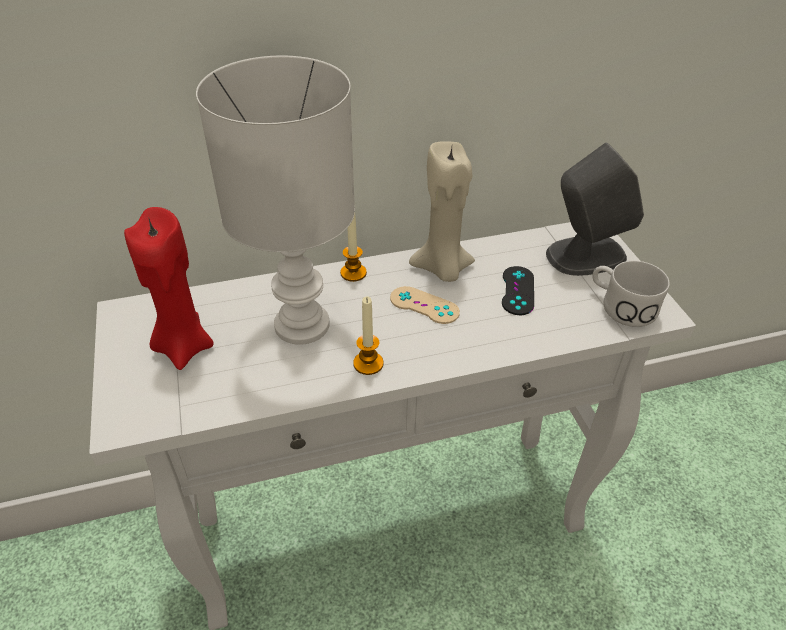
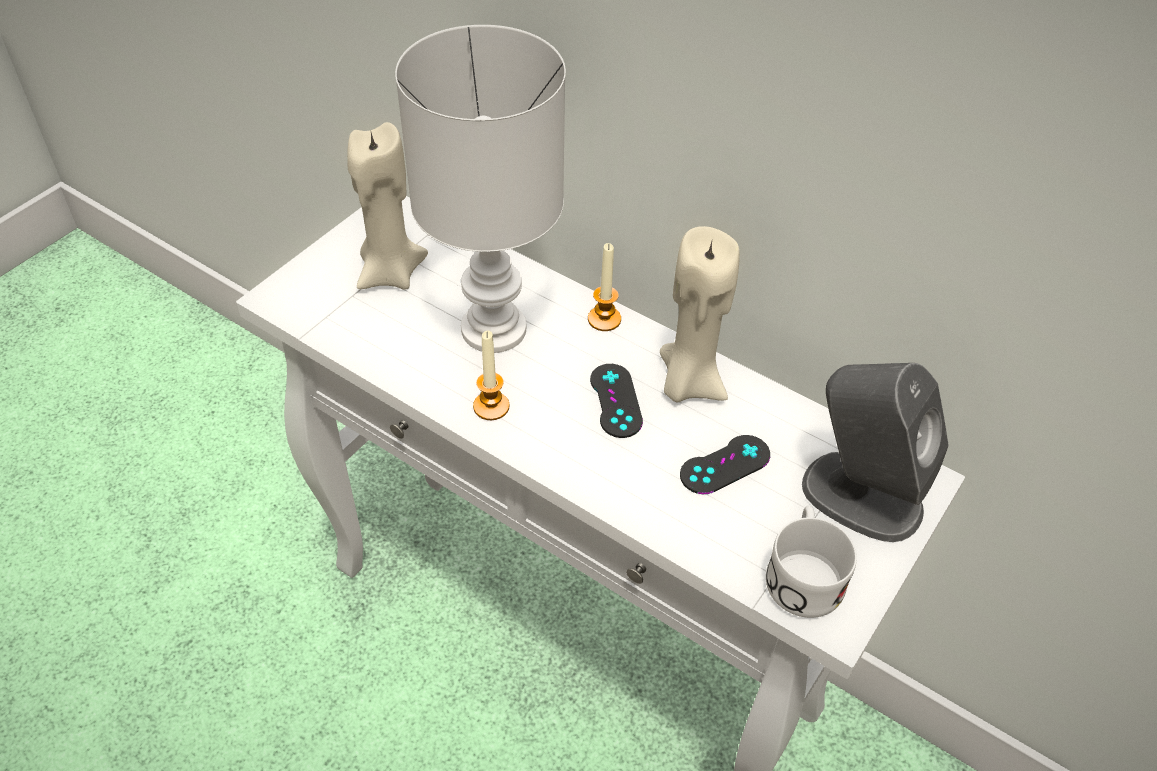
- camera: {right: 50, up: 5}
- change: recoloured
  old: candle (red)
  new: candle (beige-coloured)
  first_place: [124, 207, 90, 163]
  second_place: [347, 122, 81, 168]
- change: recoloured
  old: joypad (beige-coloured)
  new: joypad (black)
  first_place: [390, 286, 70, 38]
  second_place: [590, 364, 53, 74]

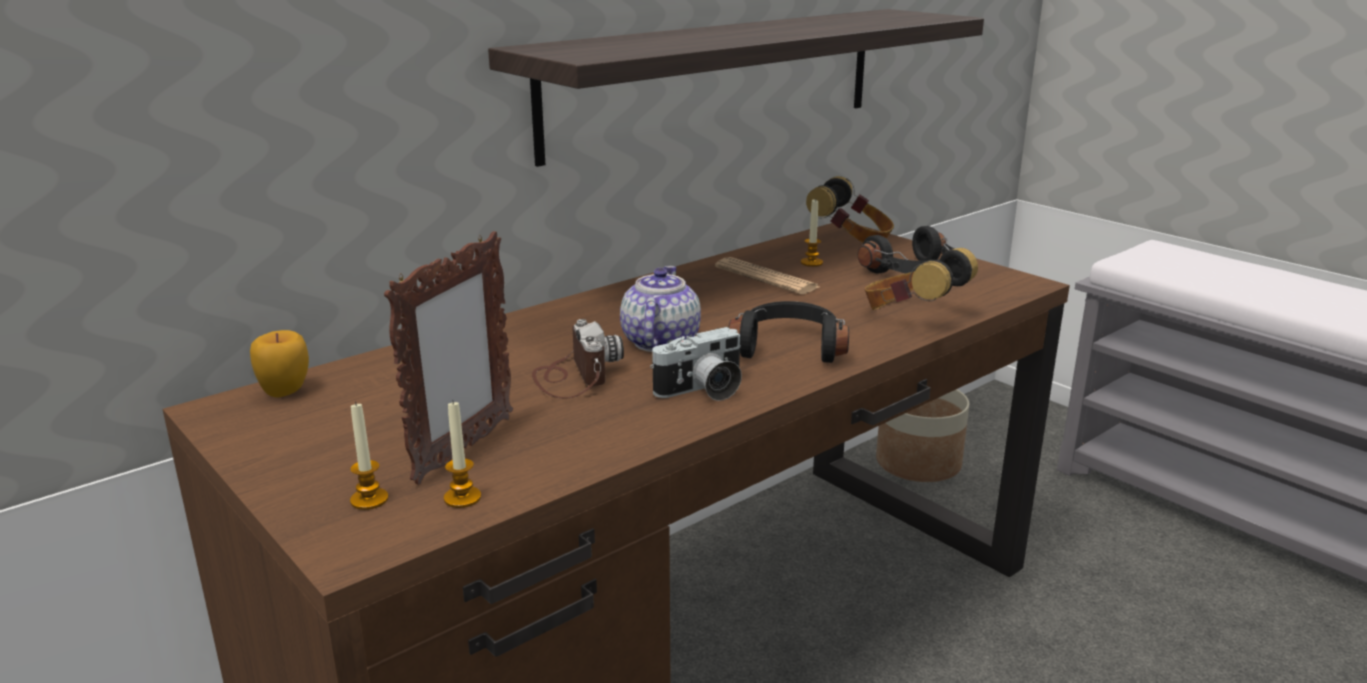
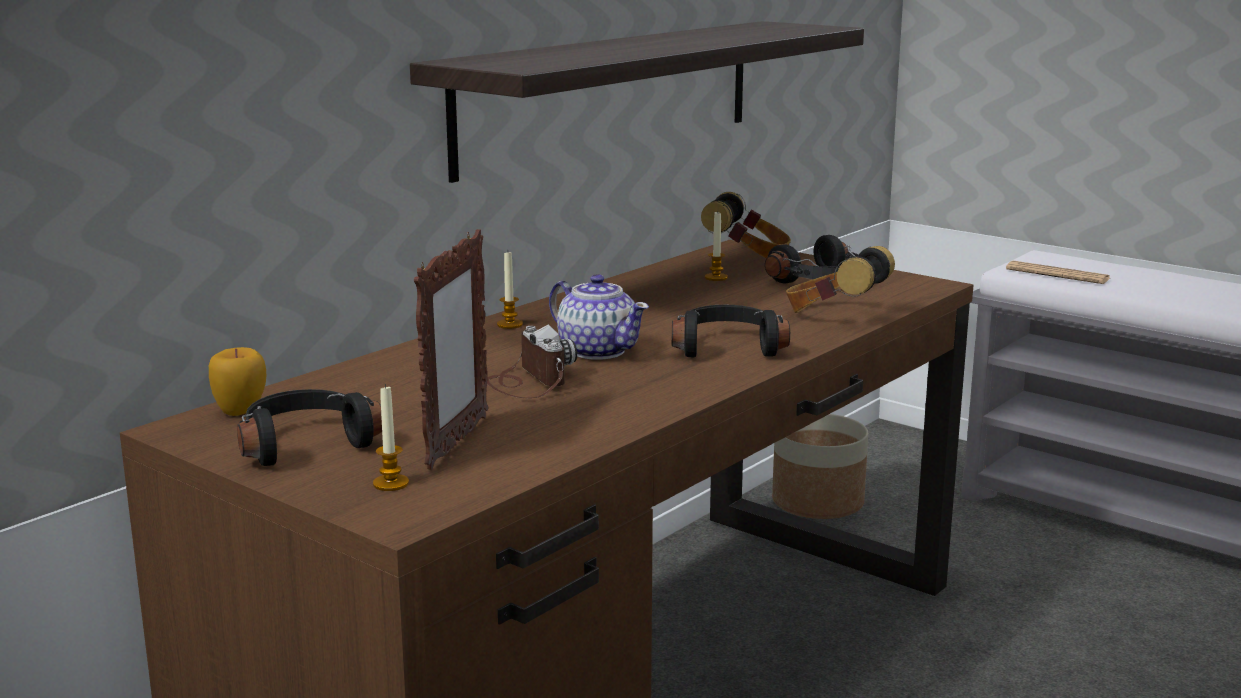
- camera: {right: -10, up: -5}
- change: moved
  old: candle
  first_place: [444, 402, 37, 106]
  second_place: [497, 252, 26, 77]
- change: turned
  old: teapot
  first_place: [620, 266, 81, 86]
  second_place: [549, 274, 100, 86]
  degrees: 135
- change: removed
  old: photo camera
  first_place: [650, 327, 92, 74]
- change: moved
  old: newspaper
  first_place: [715, 257, 104, 37]
  second_place: [1006, 261, 105, 23]
- change: added
  new: headphones (black)
  second_place: [237, 389, 145, 77]

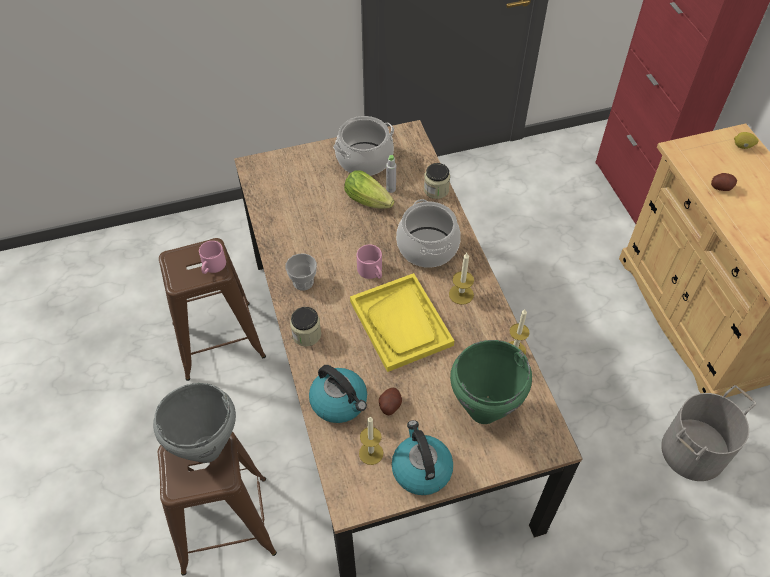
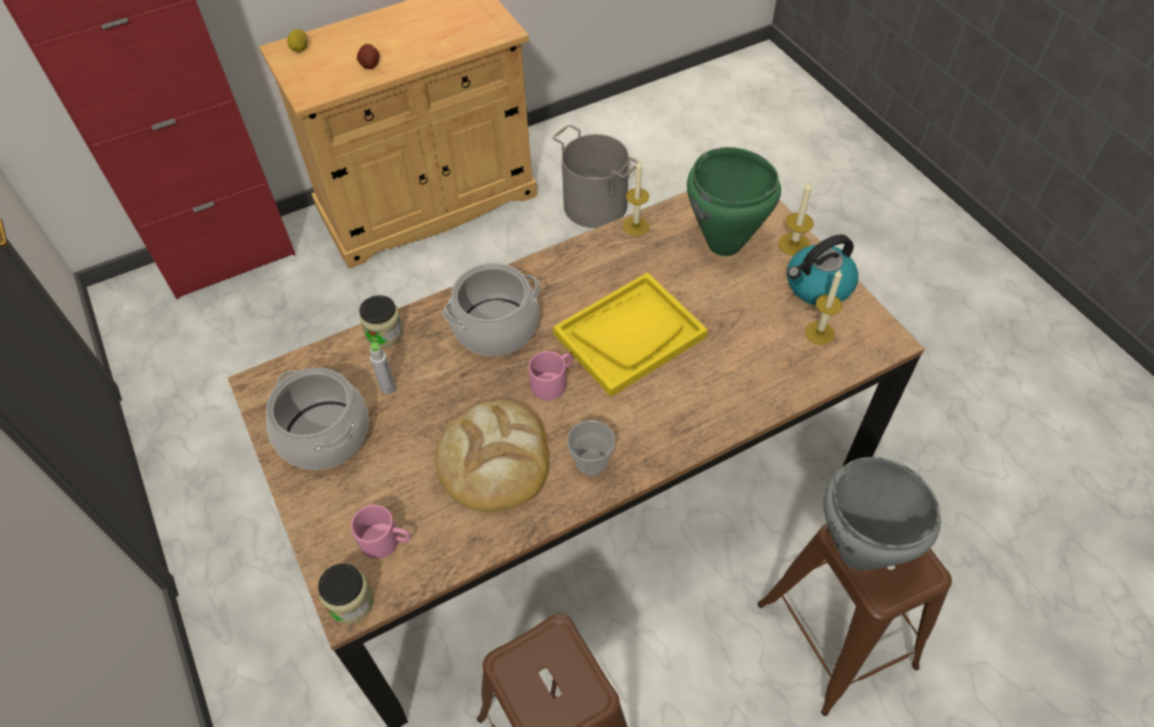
- camera: {right: -100, up: 0}
- change: moved
  old: mug (pink)
  first_place: [199, 241, 27, 33]
  second_place: [351, 505, 60, 54]
- change: moved
  old: storage jar
  first_place: [290, 307, 31, 40]
  second_place: [318, 564, 56, 60]
- change: removed
  old: water kettle
  first_place: [309, 365, 58, 58]
- change: removed
  old: lettuce
  first_place: [344, 171, 50, 38]
- change: removed
  old: whole potato
  first_place: [379, 388, 23, 27]
- change: moved
  old: candle
  first_place: [449, 253, 25, 52]
  second_place: [778, 182, 36, 74]
- change: added
  new: bread
  second_place: [435, 400, 114, 112]

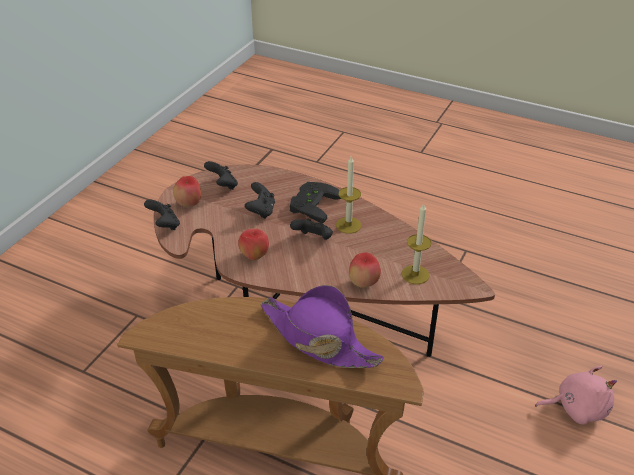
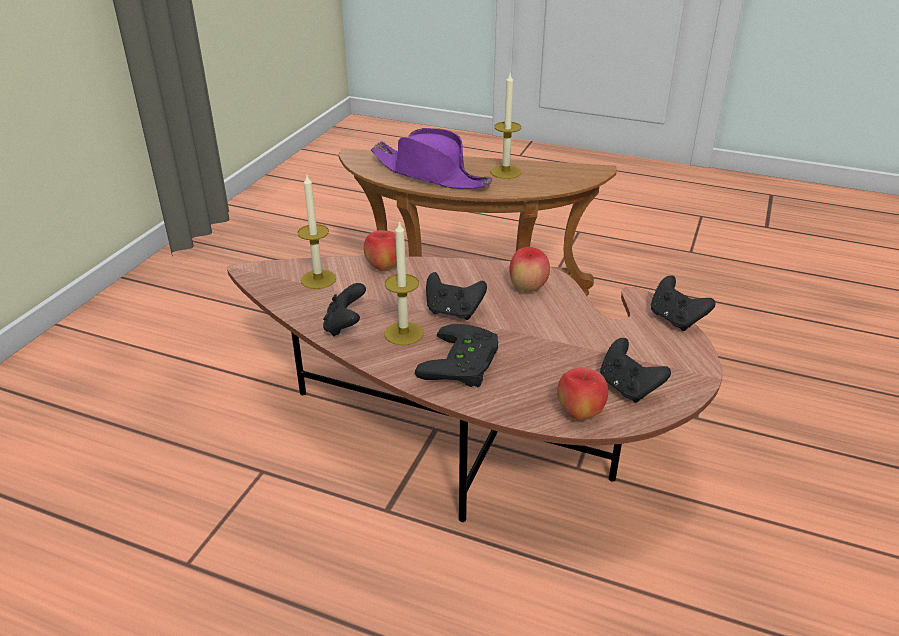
- camera: {right: 175, up: -5}
- change: moved
  old: whole apple
  first_place: [173, 176, 28, 31]
  second_place: [557, 367, 51, 53]
- change: moved
  old: joypad (black)
  first_place: [245, 182, 30, 37]
  second_place: [323, 283, 43, 54]
- change: removed
  old: cuddly toy (pink)
  first_place: [535, 365, 82, 59]
- change: added
  new: candle
  second_place: [491, 73, 30, 106]

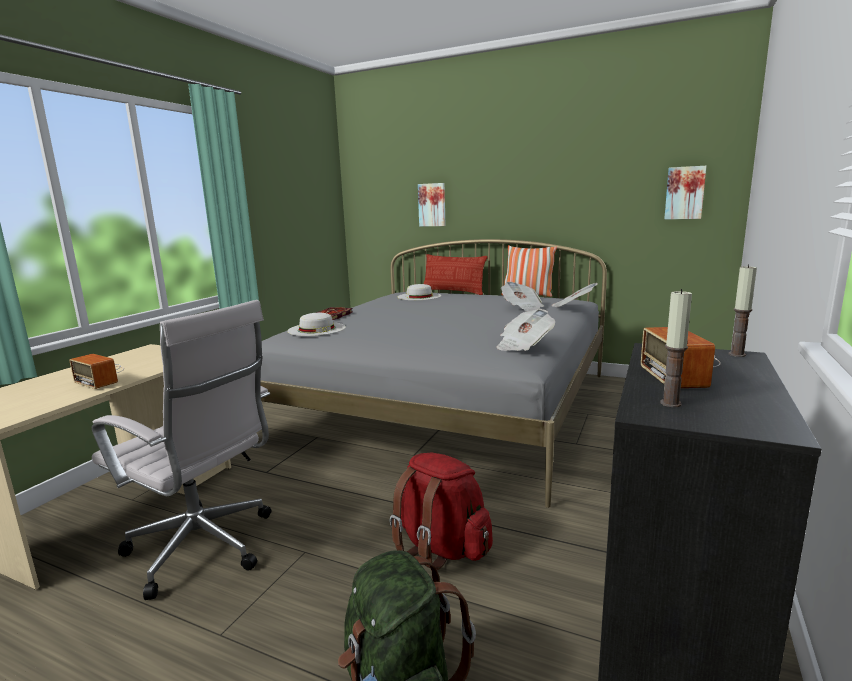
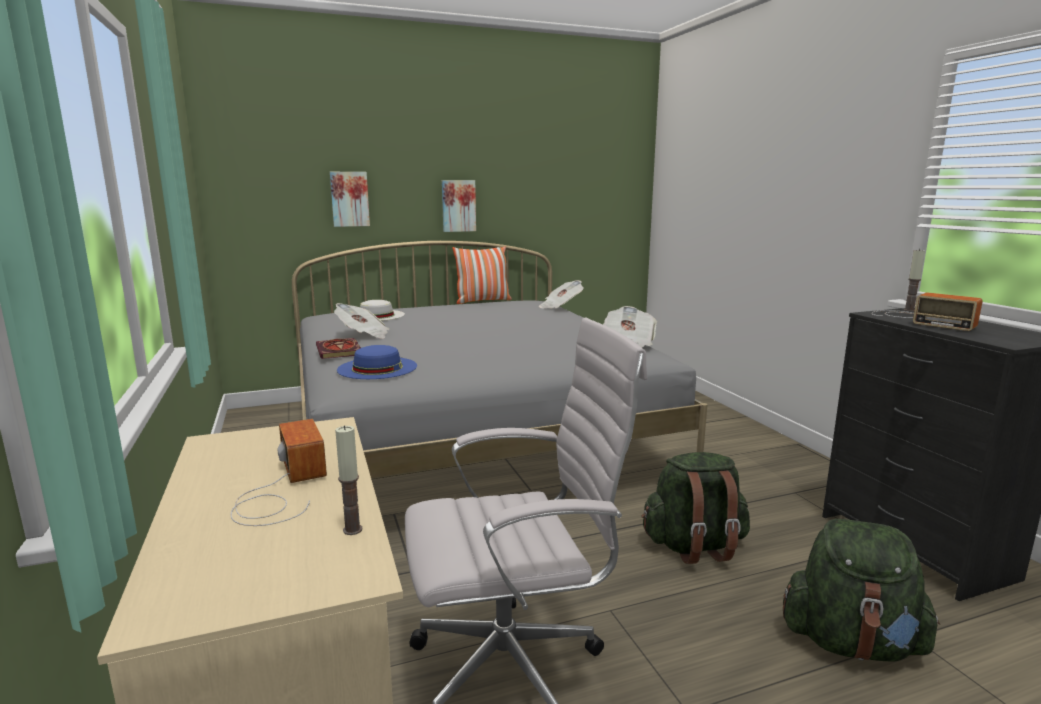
- camera: {right: -45, up: 0}
- change: turned
  old: radio receiver
  first_place: [69, 354, 55, 35]
  second_place: [231, 419, 96, 107]
  degrees: -105
- change: recoloured
  old: wearable hat (whitish)
  new: wearable hat (bluish)
  first_place: [287, 313, 59, 23]
  second_place: [337, 345, 80, 34]
- change: recoloured
  old: backpack (red)
  new: backpack (green-coloured)
  first_place: [389, 453, 104, 117]
  second_place: [641, 452, 109, 112]
- change: removed
  old: throw pillow
  first_place: [424, 254, 64, 41]
- change: moved
  old: newspaper
  first_place: [501, 282, 43, 30]
  second_place: [334, 303, 55, 36]
- change: moved
  old: candle
  first_place: [660, 289, 32, 118]
  second_place: [335, 425, 27, 110]
- change: moved
  old: picture
  first_place: [664, 166, 43, 53]
  second_place: [442, 180, 34, 52]

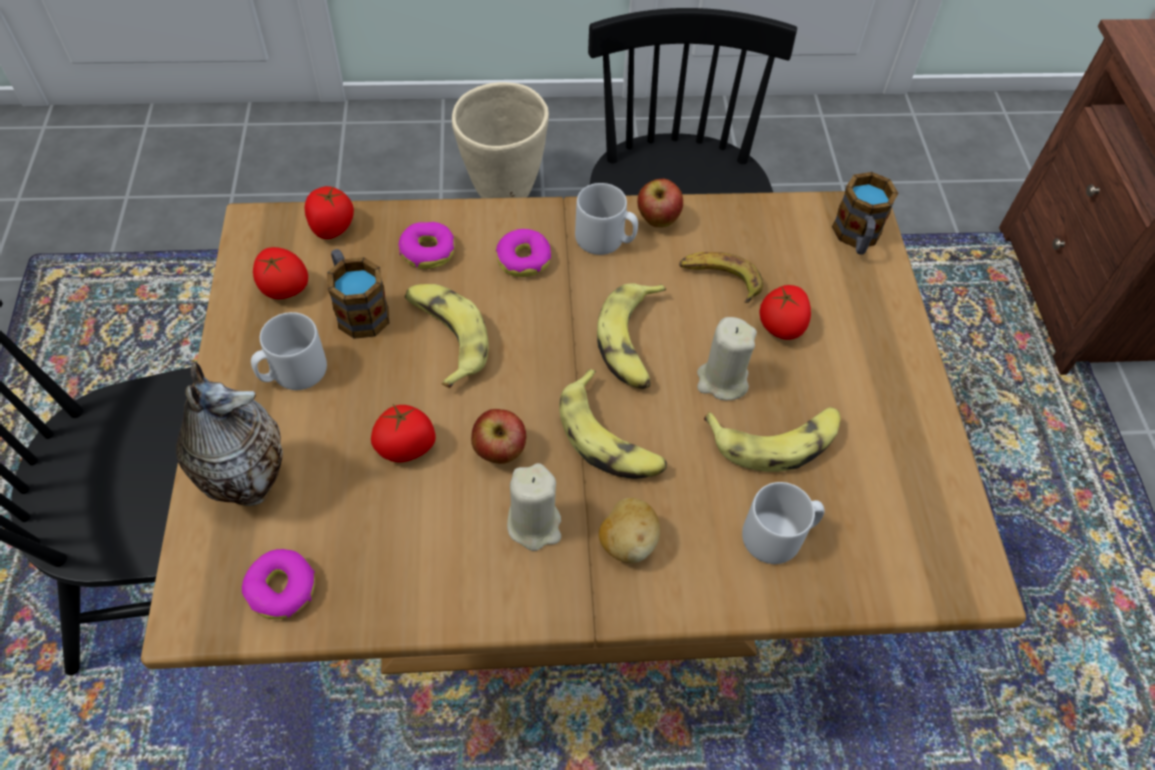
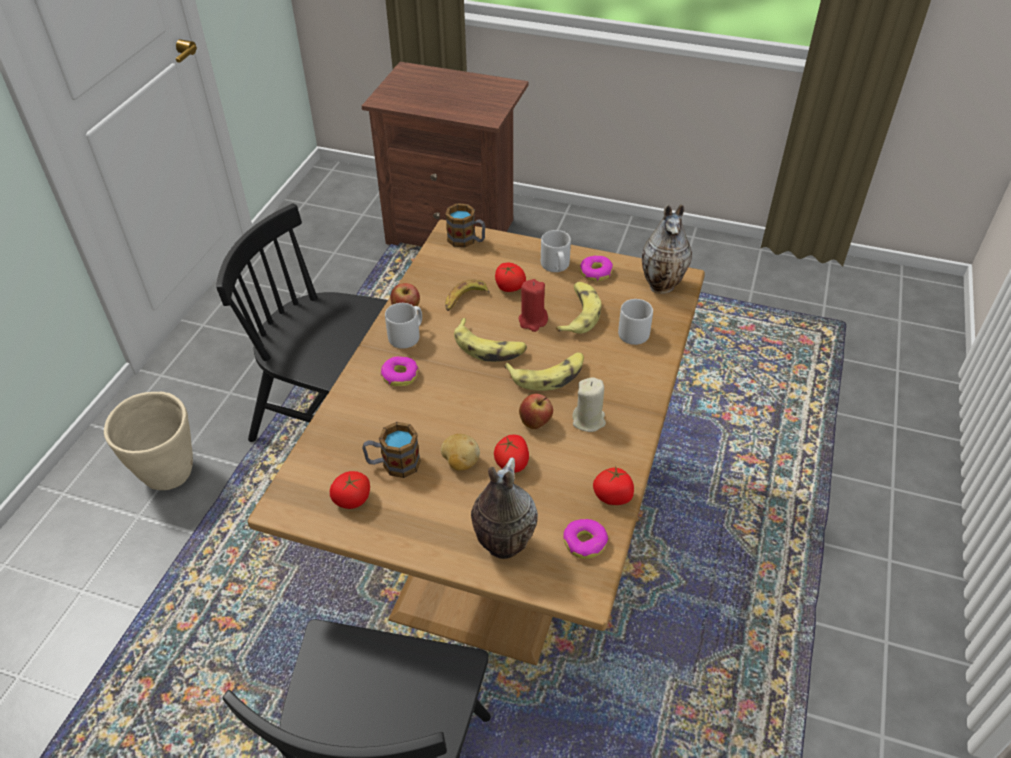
- camera: {right: -65, up: -10}
- change: moved
  old: mug (grey)
  first_place: [251, 312, 76, 78]
  second_place: [541, 230, 30, 42]
- change: moved
  old: tomato
  first_place: [305, 186, 49, 53]
  second_place: [593, 465, 41, 40]
- change: moved
  old: doughnut
  first_place: [398, 222, 57, 47]
  second_place: [580, 255, 33, 26]
- change: removed
  old: whole banana
  first_place: [405, 284, 84, 104]
- change: moved
  old: whole potato
  first_place: [599, 498, 61, 65]
  second_place: [441, 434, 39, 37]
- change: recoloured
  old: candle (beige-coloured)
  new: candle (red)
  first_place: [697, 317, 60, 83]
  second_place: [518, 279, 30, 53]
- change: added
  new: decorative vase
  second_place: [642, 204, 50, 90]

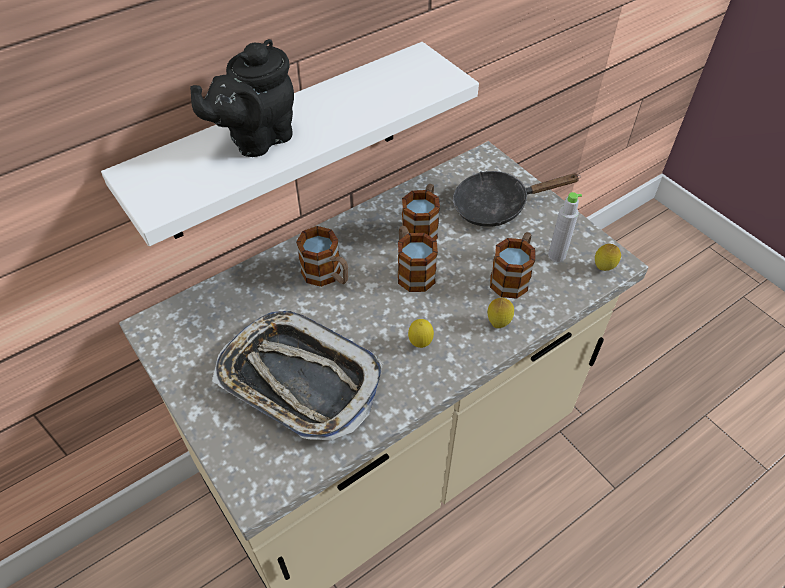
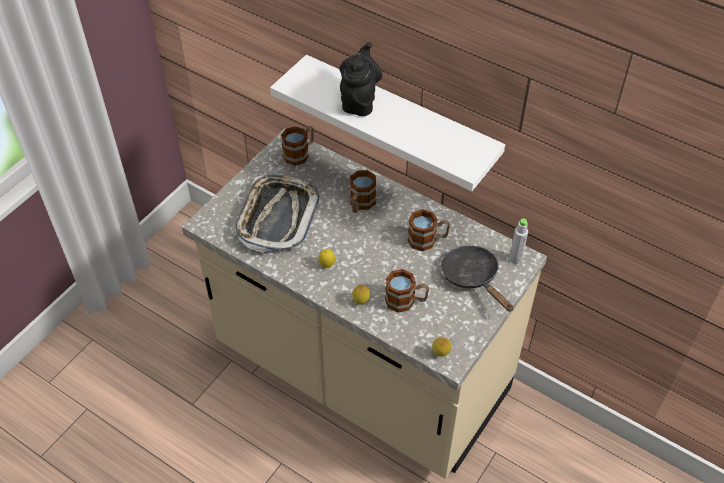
- camera: {right: 70, up: 0}
- change: turned
  old: teapot (black)
  first_place: [190, 39, 104, 118]
  second_place: [339, 42, 43, 74]
  degrees: 75
- change: moved
  old: mug
  first_place: [398, 226, 40, 66]
  second_place: [281, 126, 33, 40]
- change: moved
  old: drink bottle (grey)
  first_place: [548, 192, 34, 70]
  second_place: [509, 218, 19, 46]

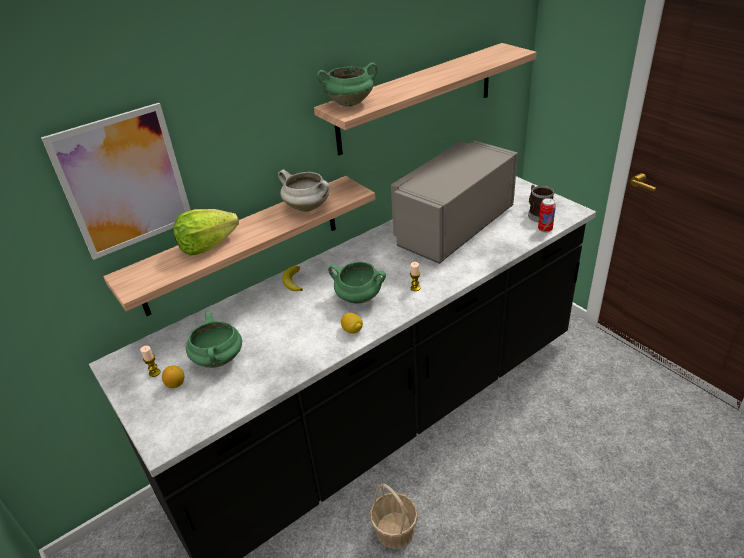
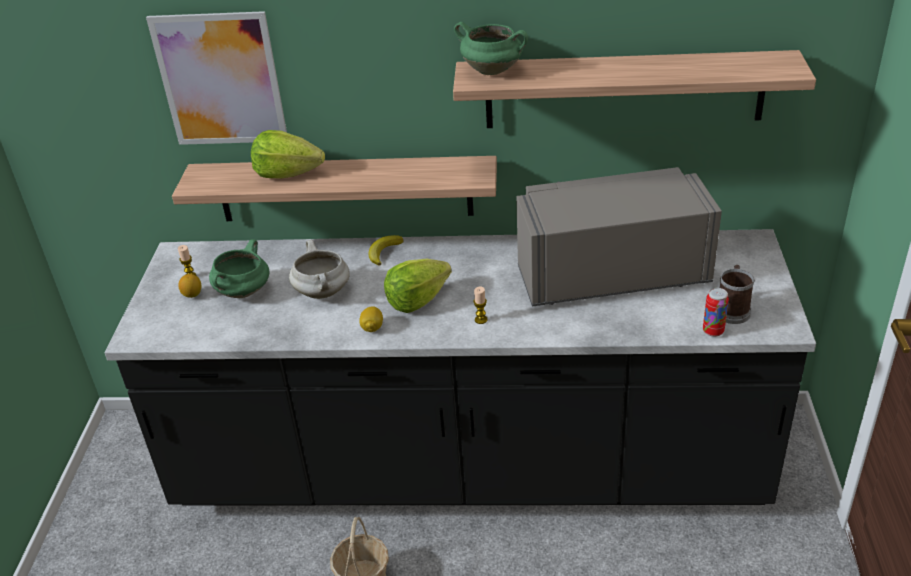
- camera: {right: 40, up: 0}
- change: moved
  old: cooking pot (whitish)
  first_place: [278, 170, 52, 42]
  second_place: [289, 240, 61, 59]
- change: replaced
  old: cooking pot (green-coloured)
  new: lettuce
  first_place: [328, 262, 58, 42]
  second_place: [384, 258, 68, 55]

